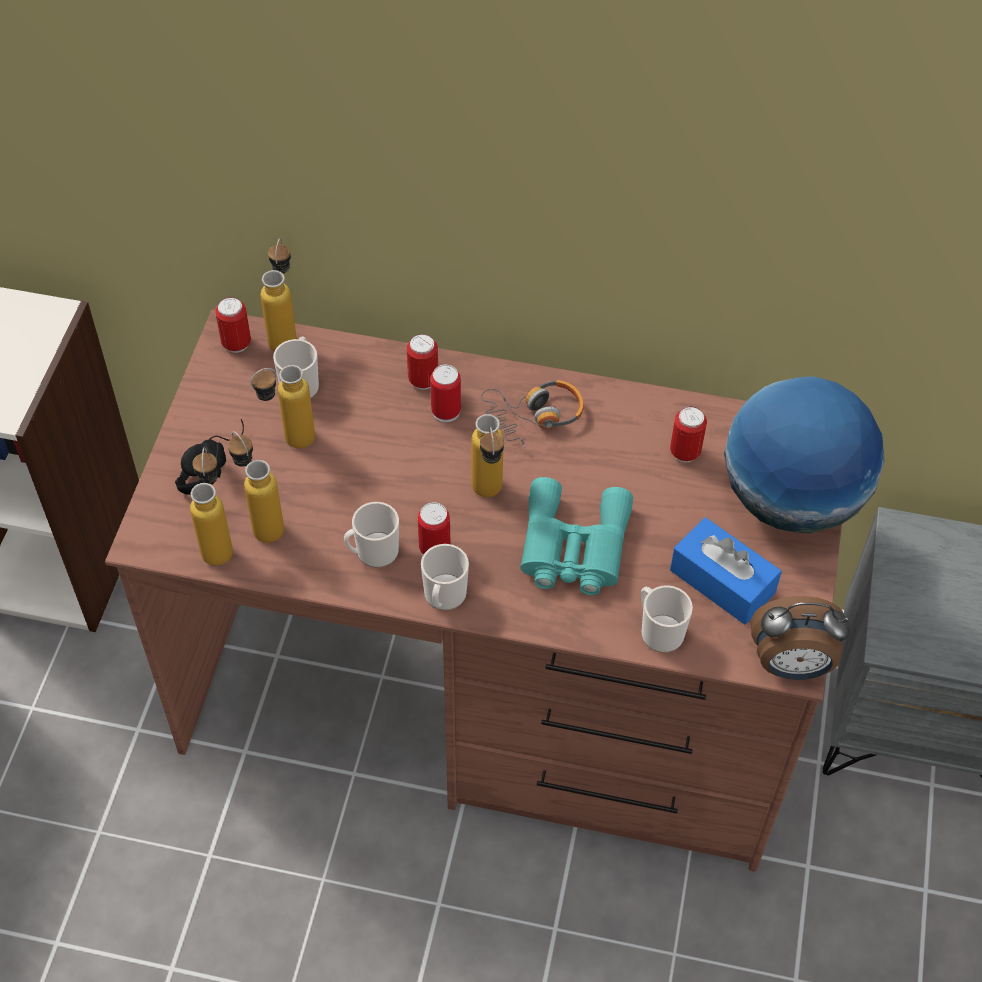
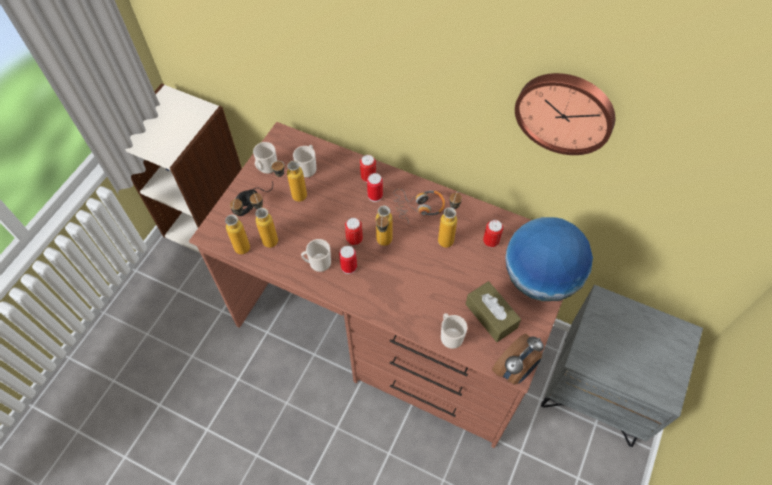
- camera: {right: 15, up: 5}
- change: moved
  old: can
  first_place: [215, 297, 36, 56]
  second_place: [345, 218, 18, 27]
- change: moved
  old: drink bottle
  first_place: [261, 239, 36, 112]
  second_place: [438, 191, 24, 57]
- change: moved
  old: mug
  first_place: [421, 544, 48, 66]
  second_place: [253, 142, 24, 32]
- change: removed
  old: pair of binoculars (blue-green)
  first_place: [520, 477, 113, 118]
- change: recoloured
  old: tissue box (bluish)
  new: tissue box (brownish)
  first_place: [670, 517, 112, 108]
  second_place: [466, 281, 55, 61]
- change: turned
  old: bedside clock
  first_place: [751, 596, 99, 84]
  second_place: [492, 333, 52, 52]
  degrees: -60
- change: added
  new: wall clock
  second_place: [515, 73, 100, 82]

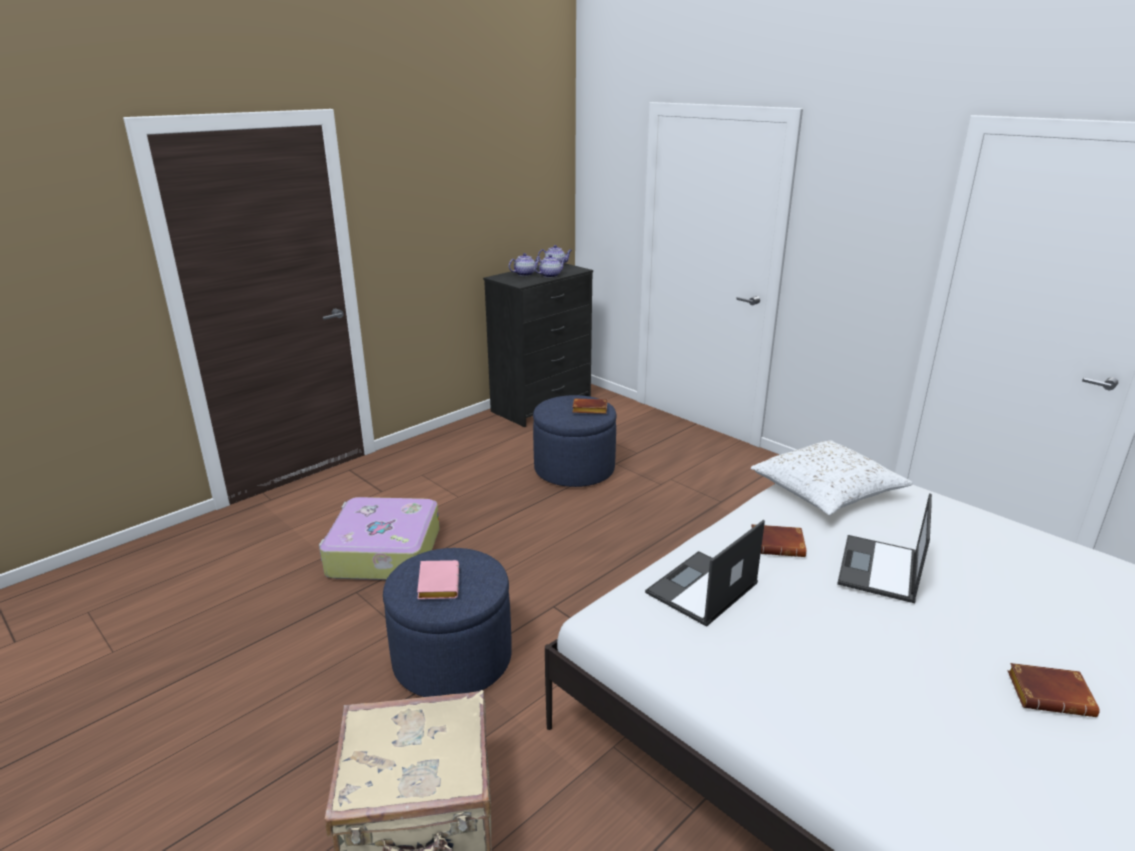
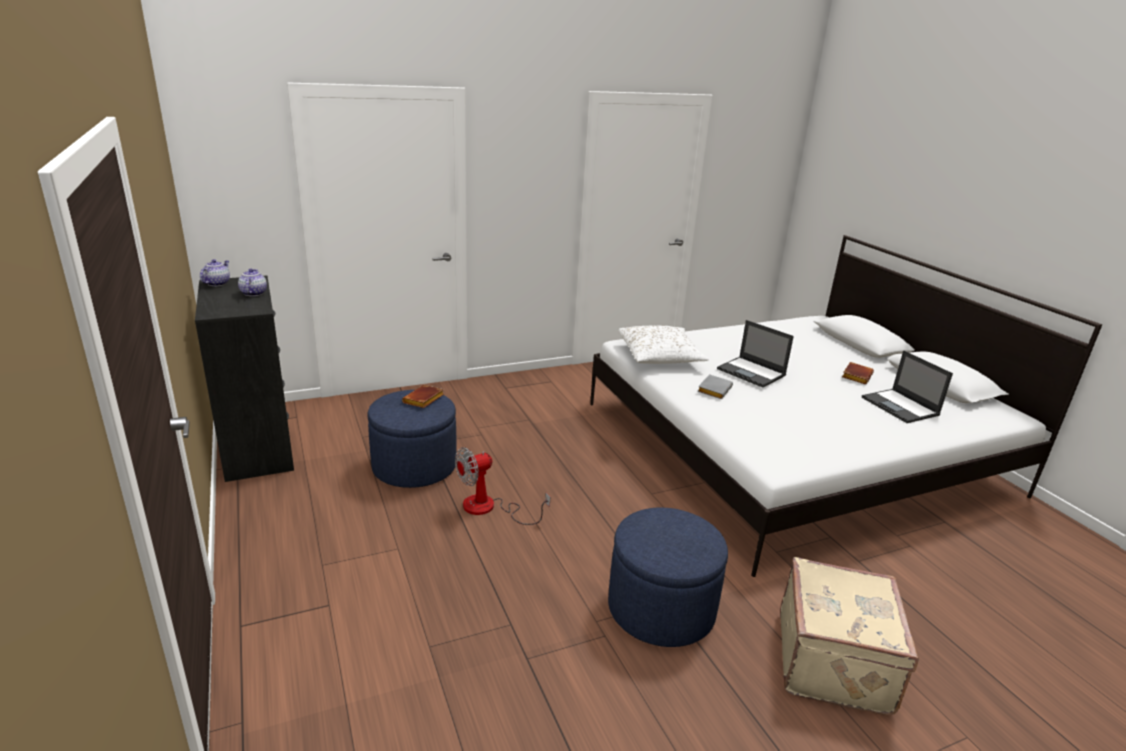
- camera: {right: -70, up: 0}
- change: removed
  old: travel case
  first_place: [319, 497, 121, 83]
- change: removed
  old: book (pink)
  first_place: [417, 560, 42, 39]
- change: removed
  old: teapot
  first_place: [509, 253, 31, 23]
- change: moved
  old: portable computer
  first_place: [645, 520, 120, 107]
  second_place: [862, 350, 91, 73]
- change: recoloured
  old: book (brownish)
  new: book (grey)
  first_place: [751, 524, 55, 33]
  second_place: [697, 374, 36, 25]
- change: added
  new: electric fan
  second_place: [455, 447, 95, 78]

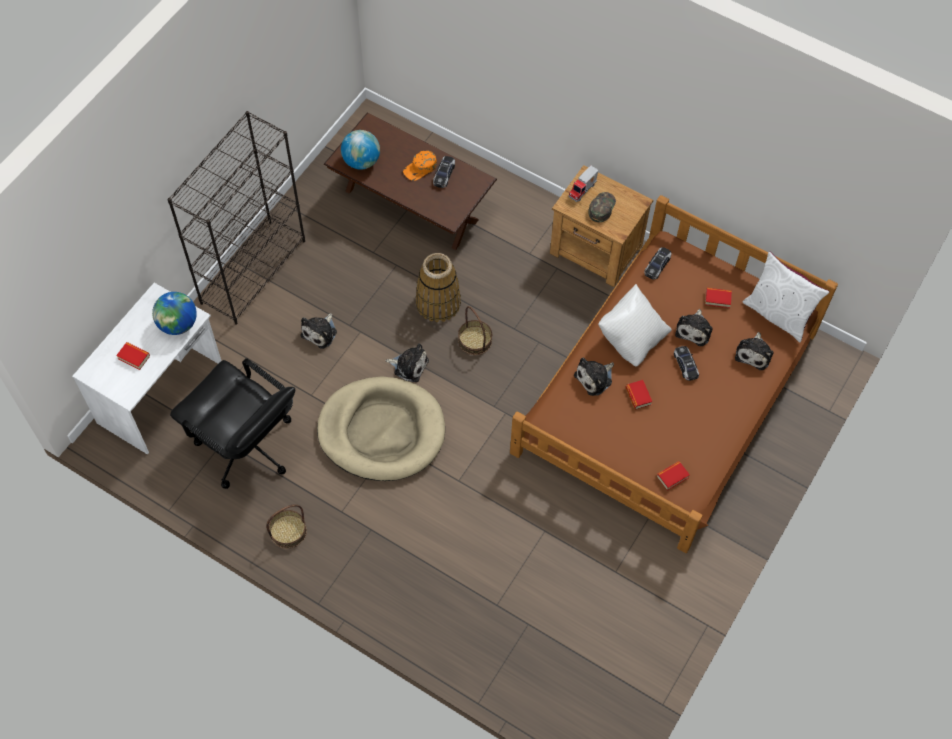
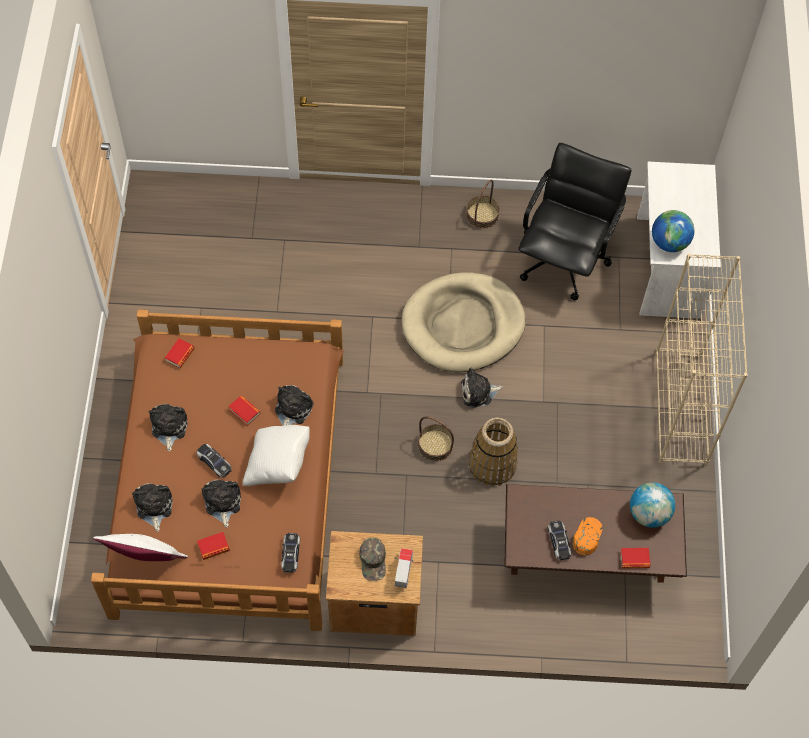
- camera: {right: 150, up: 0}
- change: moved
  old: book
  first_place: [116, 342, 34, 28]
  second_place: [620, 548, 30, 20]
- change: recoloured
  old: bookcase (black)
  new: bookcase (beige-coloured)
  first_place: [167, 111, 138, 214]
  second_place: [655, 253, 93, 213]
- change: turned
  old: desk chair (black)
  first_place: [170, 358, 125, 131]
  second_place: [518, 143, 113, 157]
  degrees: 105
- change: moved
  old: cuddly toy
  first_place: [301, 313, 36, 36]
  second_place: [149, 404, 39, 48]

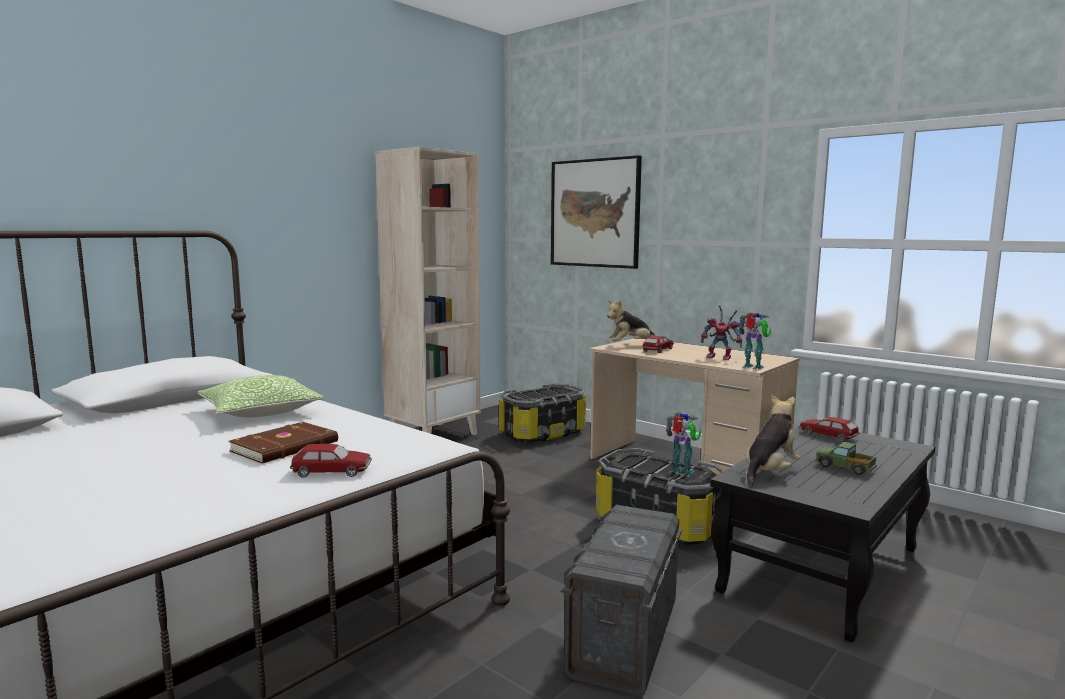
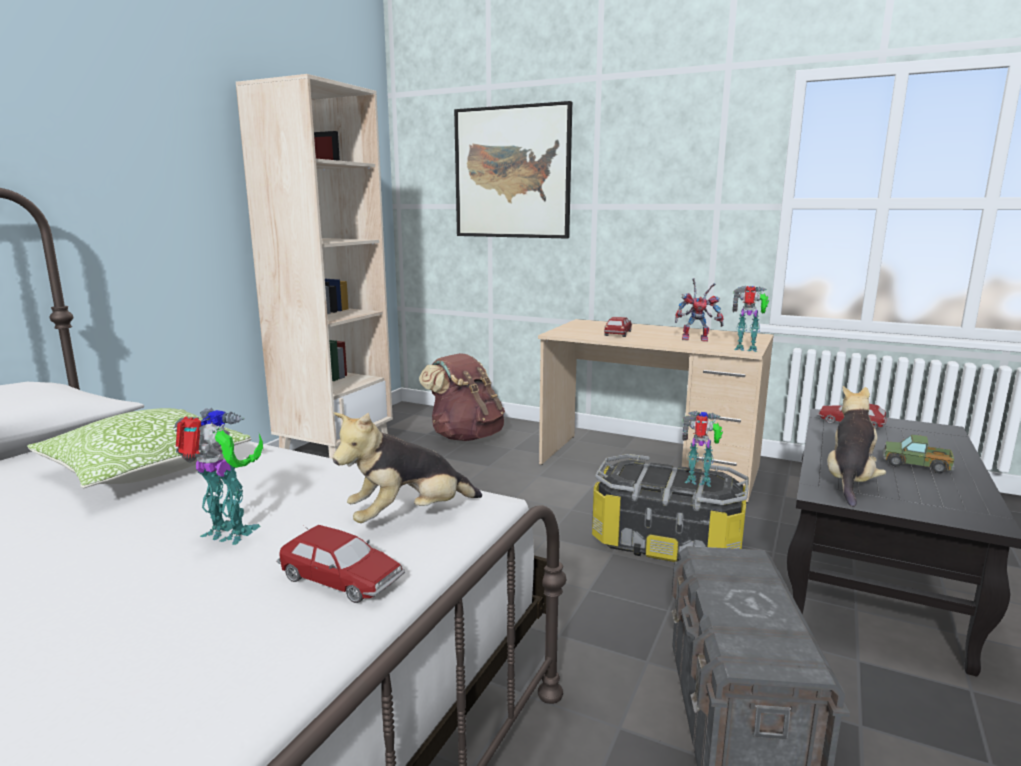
- camera: {right: -15, up: 5}
- change: replaced
  old: book (brownish)
  new: toy robot
  first_place: [229, 422, 109, 41]
  second_place: [173, 408, 90, 137]
- change: turned
  old: model car
  first_place: [290, 444, 82, 34]
  second_place: [277, 525, 128, 78]
  degrees: 45
- change: replaced
  old: storage bin
  new: backpack (brownish)
  first_place: [499, 384, 87, 59]
  second_place: [419, 353, 86, 88]
- change: moved
  old: cuddly toy
  first_place: [607, 300, 48, 41]
  second_place: [333, 412, 149, 111]

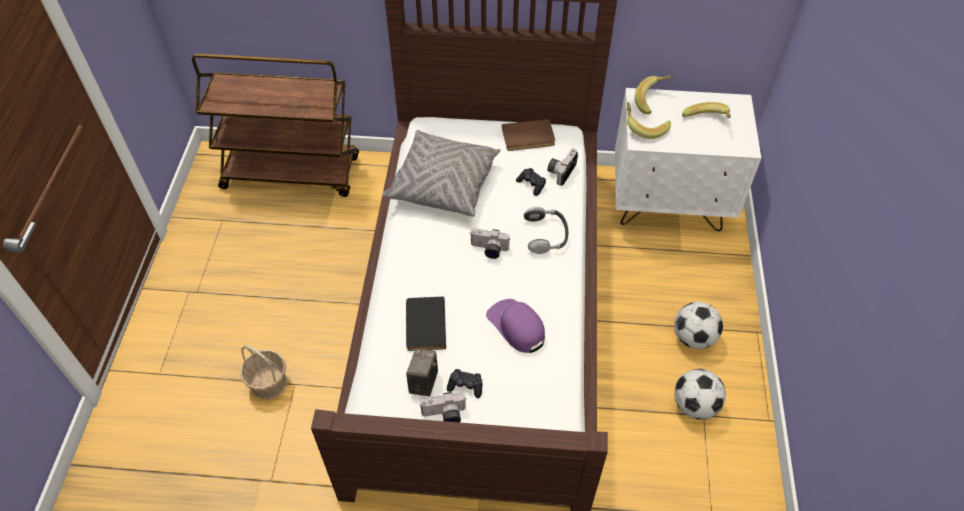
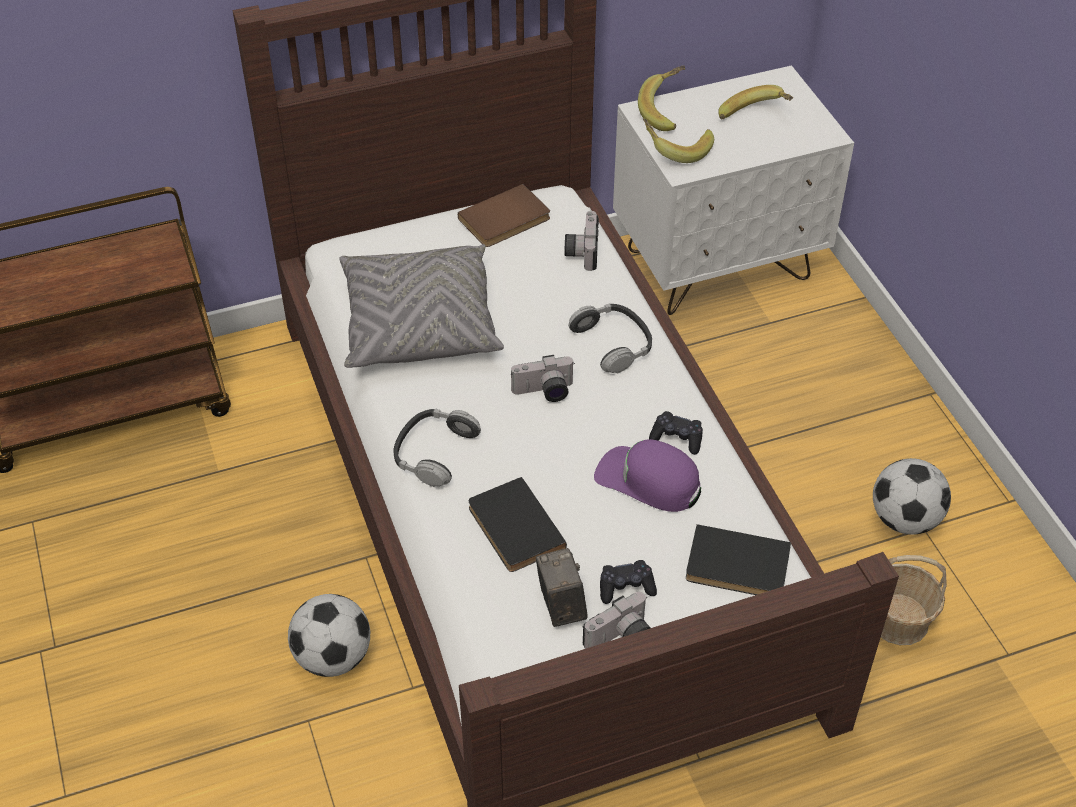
- camera: {right: -25, up: -5}
- change: moved
  old: basket
  first_place: [240, 345, 47, 54]
  second_place: [881, 555, 66, 90]
- change: moved
  old: joypad (black)
  first_place: [516, 168, 30, 28]
  second_place: [649, 411, 54, 44]
- change: moved
  old: ball for football
  first_place: [674, 302, 49, 47]
  second_place: [288, 594, 82, 83]
- change: added
  new: headphones
  second_place: [393, 409, 88, 78]
- change: added
  new: book (black)
  second_place: [686, 524, 105, 71]

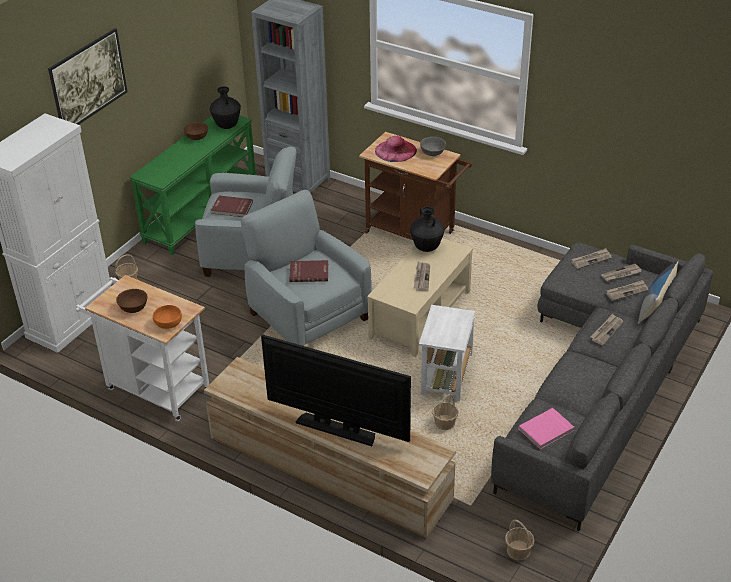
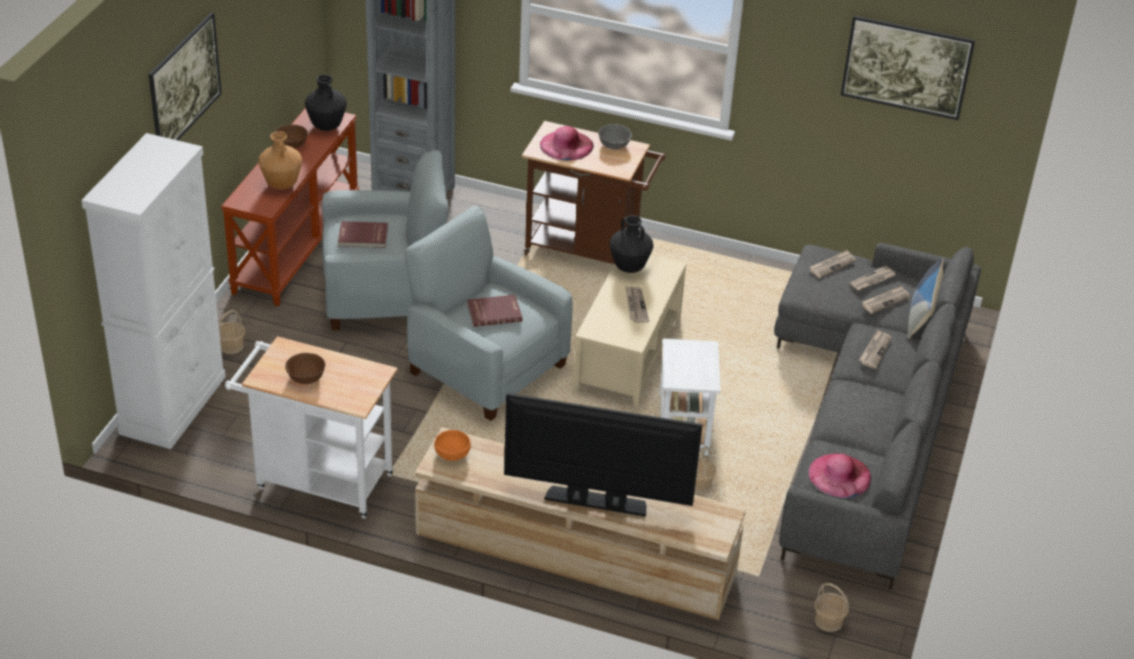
- camera: {right: -15, up: 0}
- change: recoloured
  old: hall table (green-coloured)
  new: hall table (brownish)
  first_place: [130, 115, 127, 140]
  second_place: [221, 108, 138, 198]
- change: moved
  old: deep dish (orange)
  first_place: [153, 305, 29, 24]
  second_place: [434, 430, 37, 31]
- change: replaced
  old: book (pink)
  new: wearable hat (pink)
  first_place: [518, 408, 56, 41]
  second_place: [808, 454, 63, 44]
- change: added
  new: decorative vase (brownish)
  second_place: [258, 131, 44, 59]
- change: added
  new: picture
  second_place: [841, 16, 134, 104]

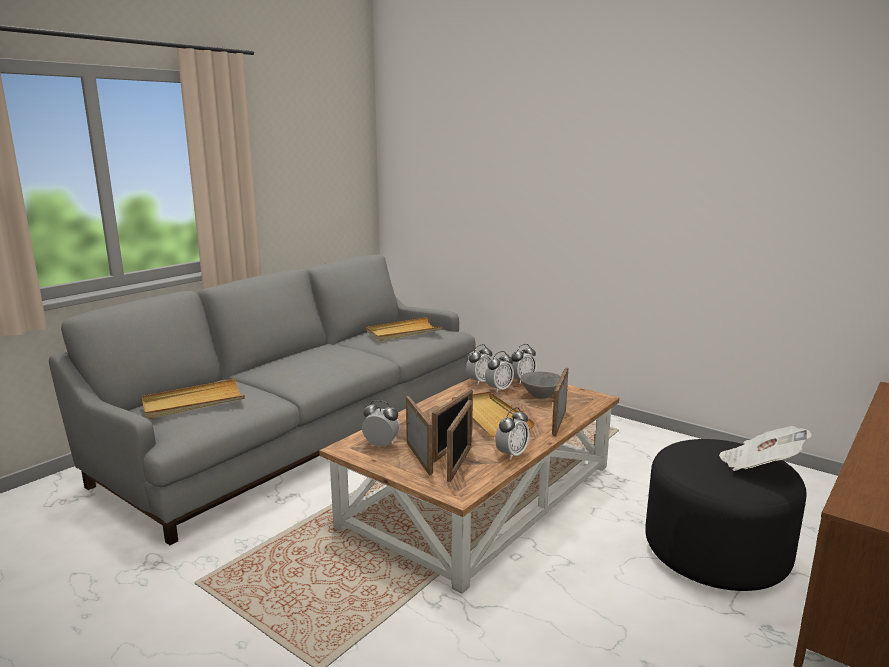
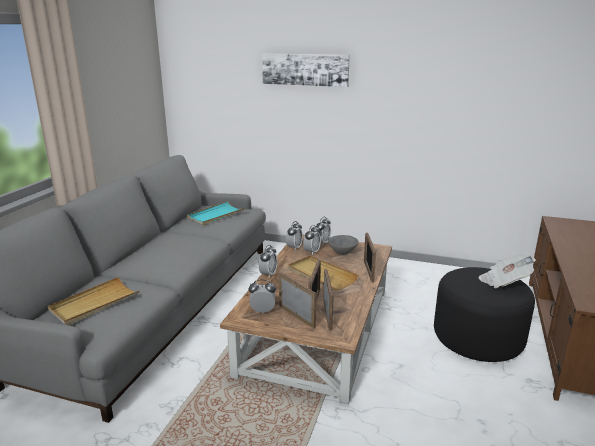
- camera: {right: -20, up: 5}
- change: recoloured
  old: tray (beige-coloured)
  new: tray (blue-green)
  first_place: [366, 317, 77, 24]
  second_place: [187, 201, 59, 24]
- change: moved
  old: bedside clock
  first_place: [495, 407, 34, 53]
  second_place: [259, 245, 18, 33]
- change: added
  new: picture
  second_place: [262, 53, 88, 34]

